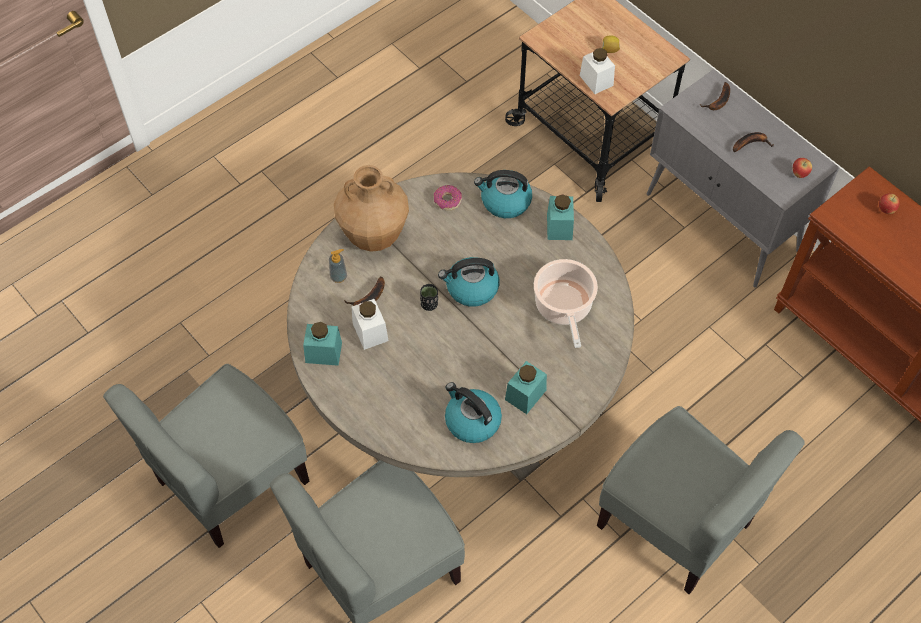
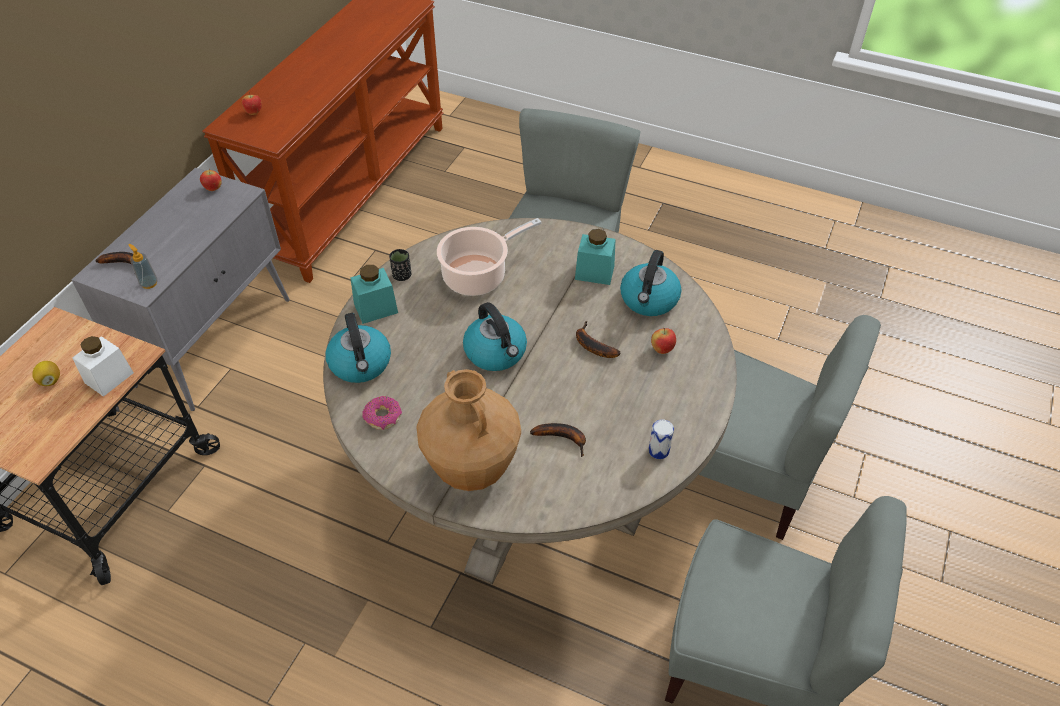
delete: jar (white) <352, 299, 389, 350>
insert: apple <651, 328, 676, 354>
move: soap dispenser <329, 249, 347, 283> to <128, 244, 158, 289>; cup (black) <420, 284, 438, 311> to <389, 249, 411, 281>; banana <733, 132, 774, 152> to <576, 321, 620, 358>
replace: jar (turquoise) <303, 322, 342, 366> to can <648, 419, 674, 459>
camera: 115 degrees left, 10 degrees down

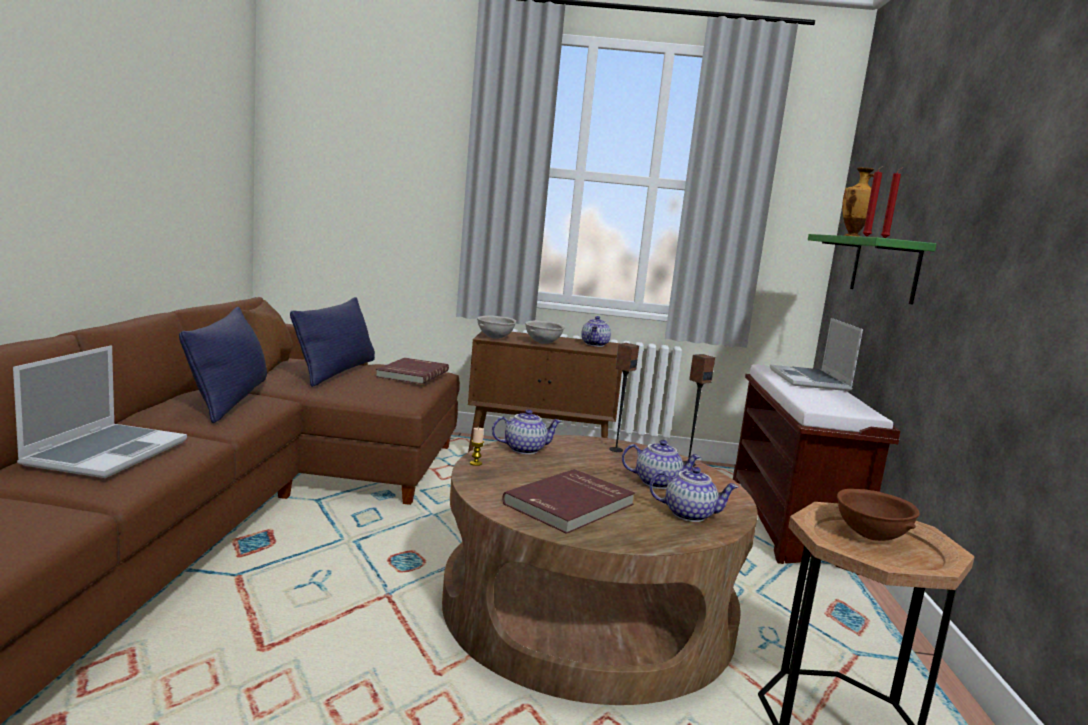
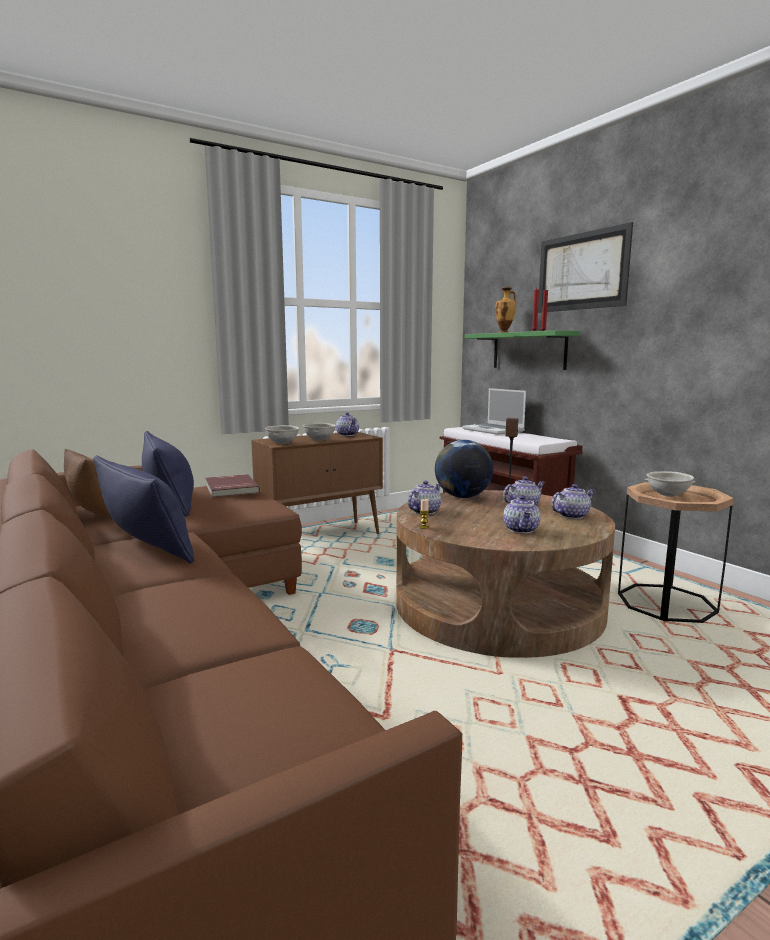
delete: laptop <13, 345, 187, 478>
insert: picture <538, 222, 633, 313>
replace: speaker <609, 343, 639, 452> to globe <435, 440, 493, 498>; book (red) <503, 469, 635, 534> to teapot <503, 495, 541, 534>
recolor: bowl (brown) <837, 489, 920, 541> to bowl (grey) <645, 471, 696, 497>
camera: 35 degrees left, 0 degrees up

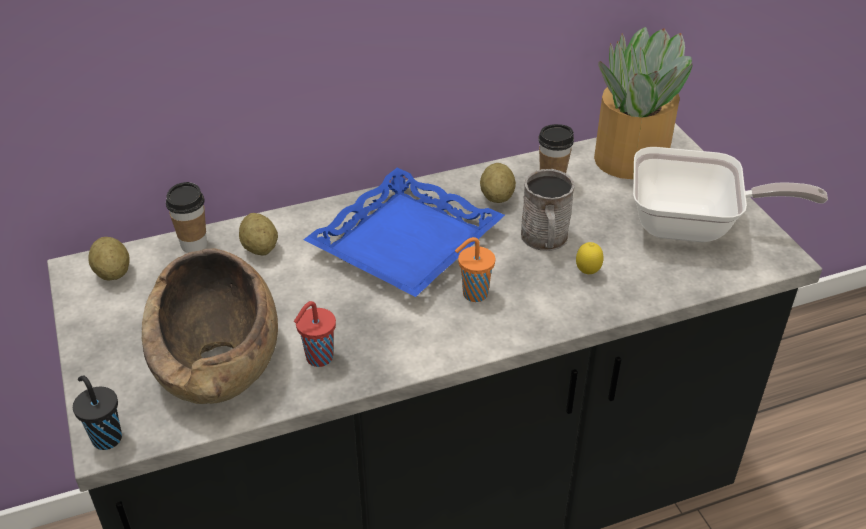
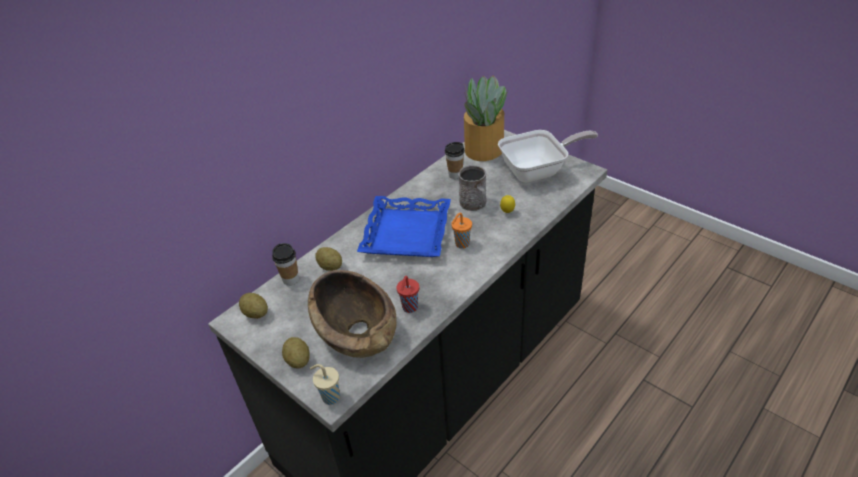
move: potato <480, 163, 516, 203> to <282, 337, 310, 368>
recolor: cup (black) <73, 375, 122, 450> to cup (beige) <310, 364, 340, 405>
camera: 25 degrees left, 0 degrees up

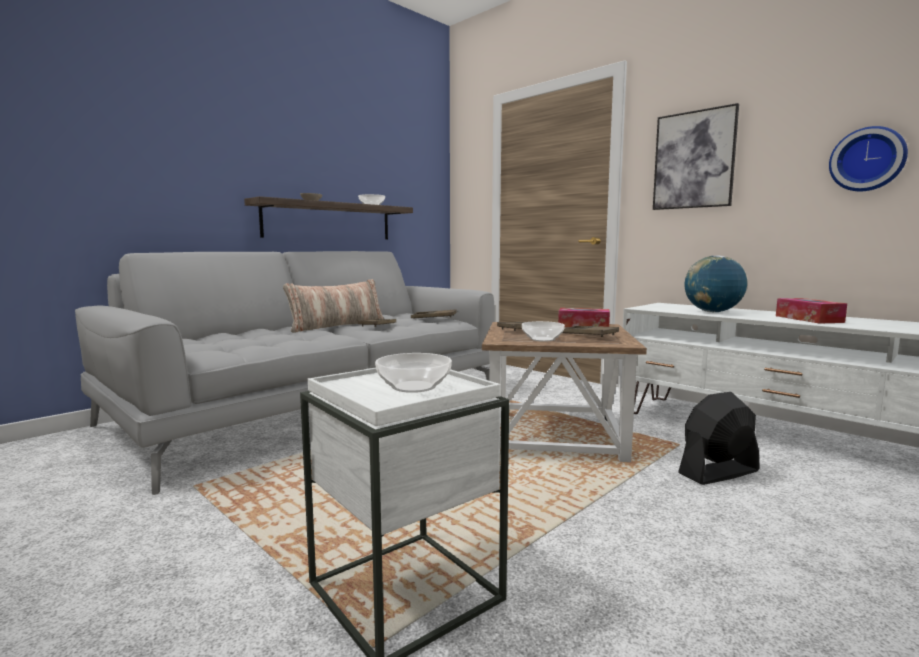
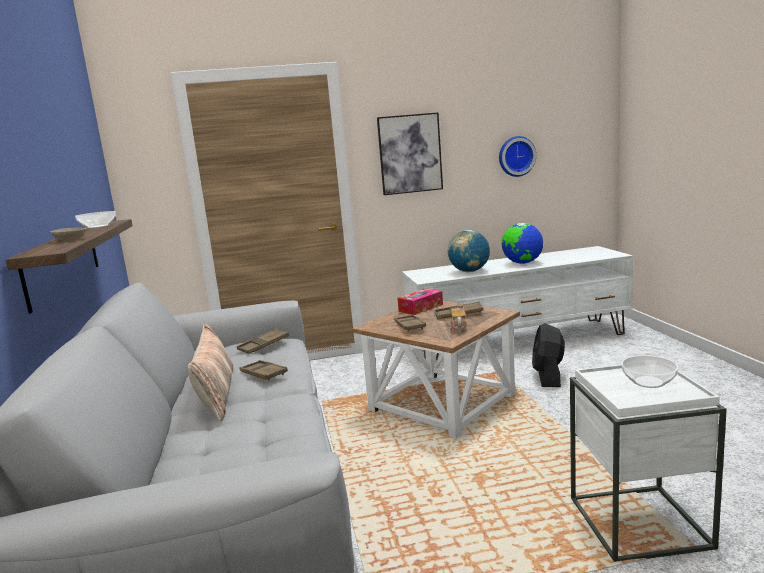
replace: bowl <522, 321, 565, 342> to teapot <450, 303, 467, 332>; tissue box <776, 298, 847, 324> to globe <501, 223, 543, 264>
camera: 55 degrees left, 5 degrees up

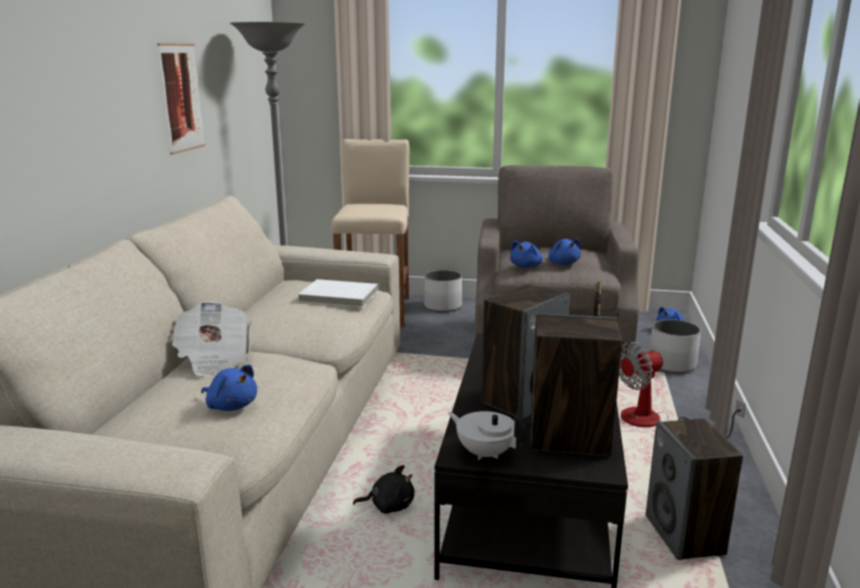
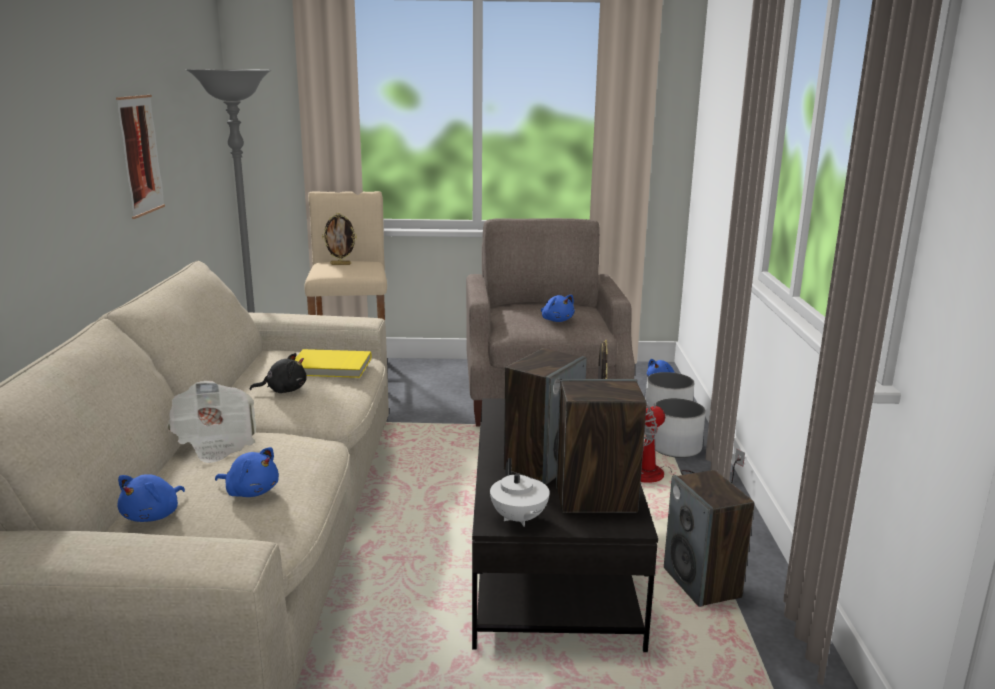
insert: picture frame <322, 213, 357, 265>
move: plush toy (blue) <510, 240, 543, 268> to <117, 474, 185, 522>; plush toy (black) <353, 465, 414, 514> to <250, 353, 307, 393>; planter (white) <424, 270, 462, 312> to <654, 398, 706, 458>
recolor: book (white) <298, 279, 378, 307> to book (yellow) <295, 349, 371, 378>
rotate: teapot (white) <448, 411, 525, 460> = <490, 458, 550, 527> 135 degrees counterclockwise
camera: 10 degrees left, 0 degrees up

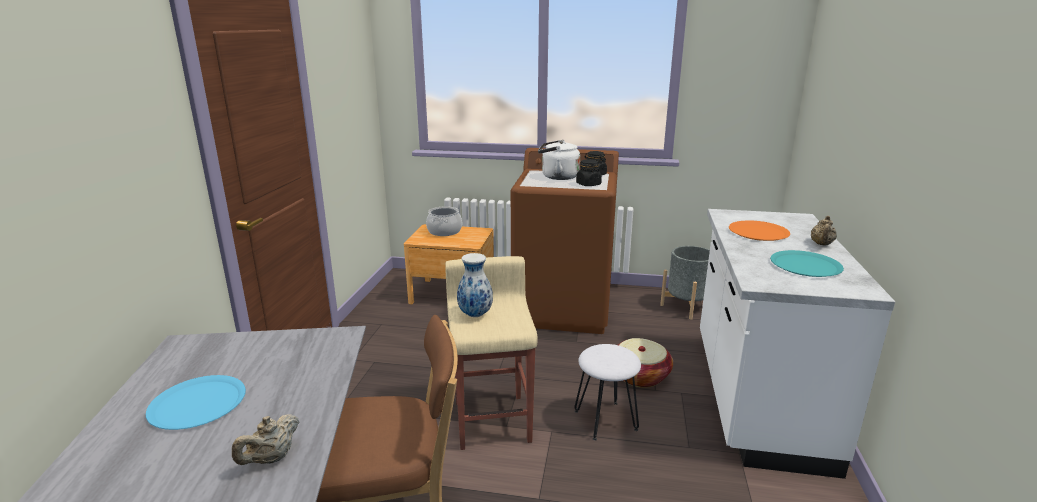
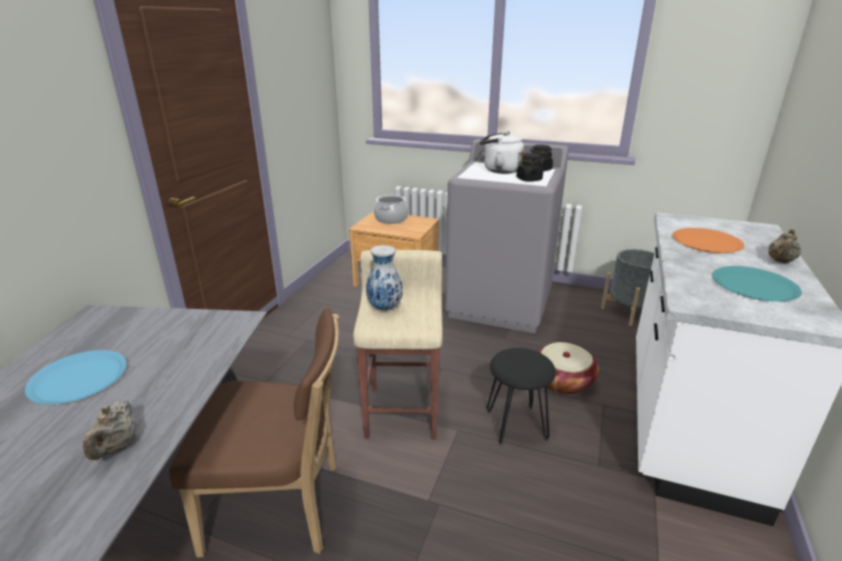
recolor: washing machine (brown) <511, 148, 619, 334> to washing machine (grey) <445, 139, 569, 333>; stool (white) <574, 344, 641, 441> to stool (black) <487, 348, 556, 445>
rotate: teapot (beige) <232, 414, 300, 465> = <83, 400, 136, 460> 45 degrees counterclockwise
camera: 10 degrees right, 5 degrees up

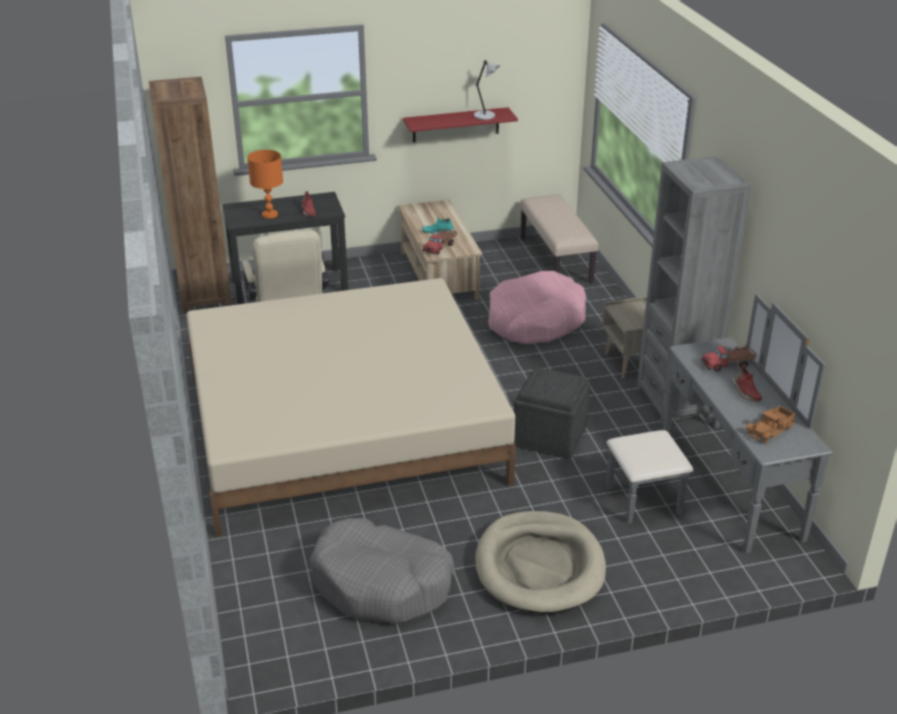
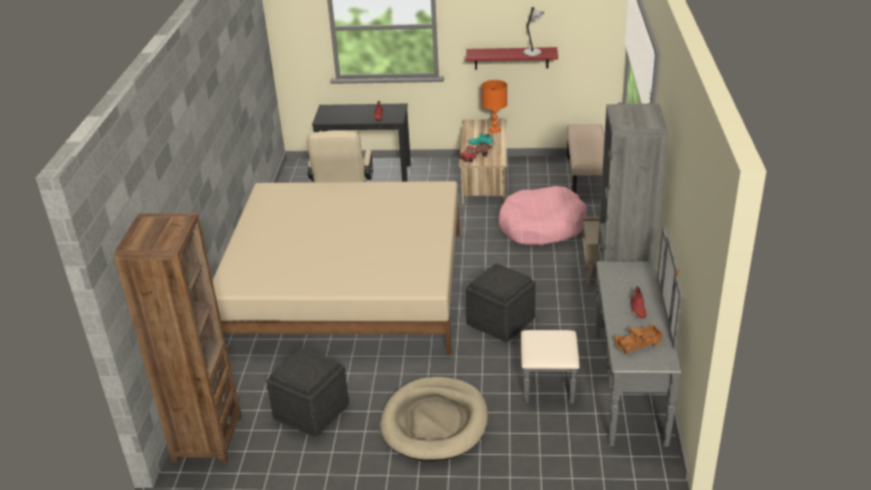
delete: toy truck <701, 345, 757, 372>
move: bookcase (brown) <149, 76, 232, 314> to <113, 213, 242, 463>; table lamp (orange) <247, 150, 283, 219> to <482, 80, 507, 133>
replace: dog bed (grey) <310, 518, 455, 624> to ottoman (grey) <266, 347, 349, 437>
camera: 20 degrees right, 0 degrees up

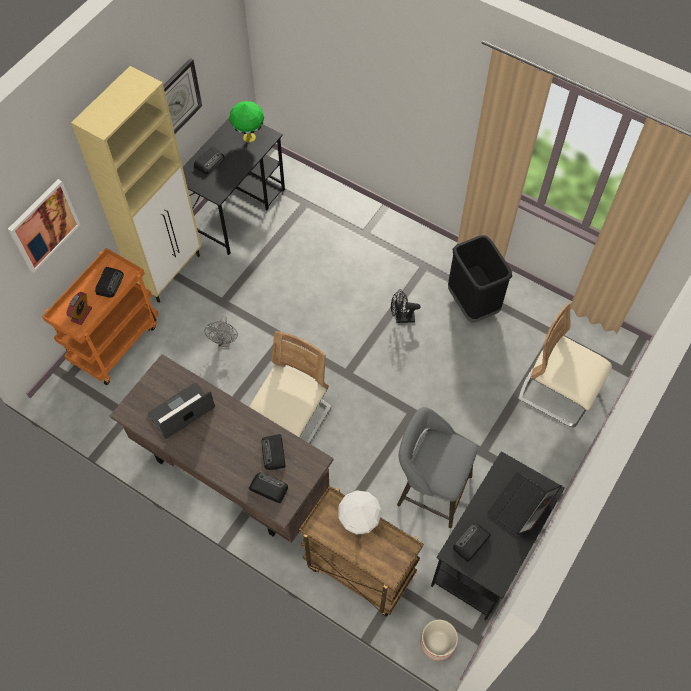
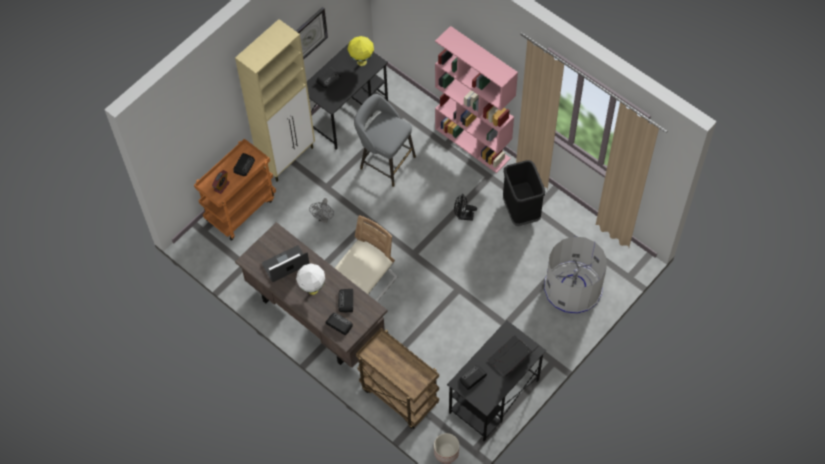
delete: picture <8, 179, 80, 273>
insert: bookcase (pink) <435, 26, 518, 173>
move: table lamp (white) <338, 490, 382, 535> to <296, 263, 325, 295>; stool (grey) <397, 407, 477, 528> to <354, 94, 416, 187>
replace: chair (beige) <518, 303, 612, 427> to trash can (grey) <544, 237, 607, 314>
recolor: table lamp (green) <230, 101, 264, 143> to table lamp (yellow) <347, 36, 374, 66>
camera: 10 degrees right, 0 degrees up

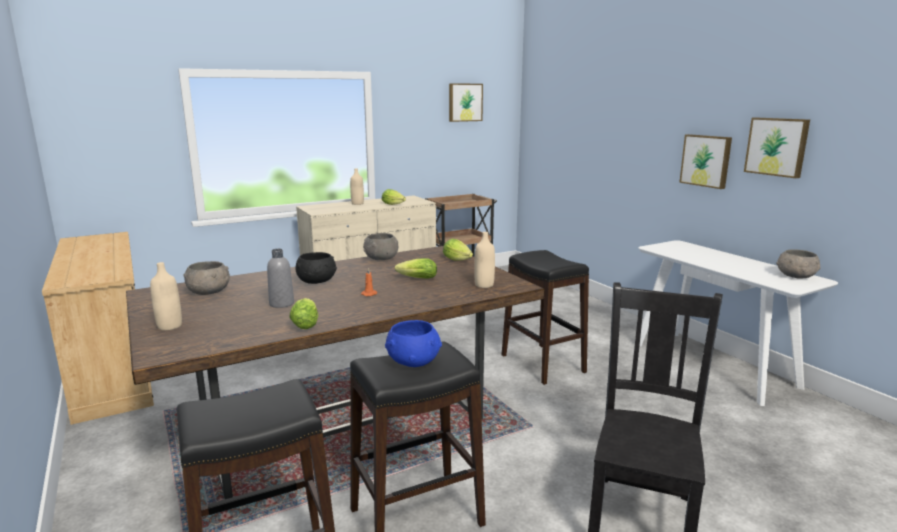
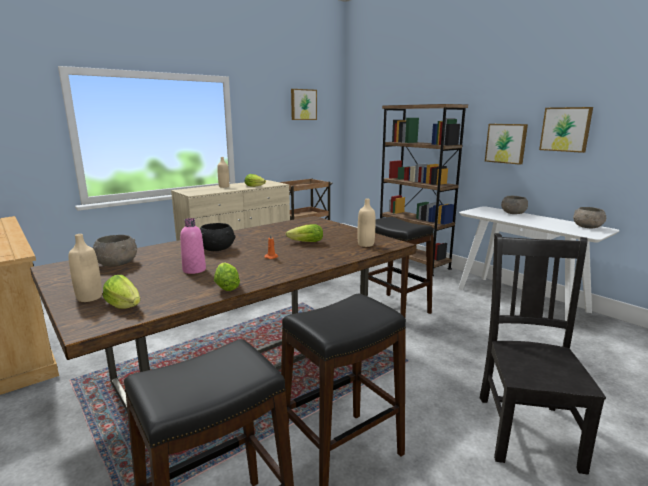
delete: bowl (blue) <385, 320, 442, 367>
insert: bookcase (brown) <380, 104, 468, 276>
move: lettuce <443, 239, 473, 261> to <103, 275, 140, 309>; bowl (grey) <363, 233, 398, 260> to <501, 196, 528, 214>
recolor: bottle (grey) <267, 249, 294, 308> to bottle (pink) <180, 218, 206, 274>
camera: 10 degrees left, 0 degrees up

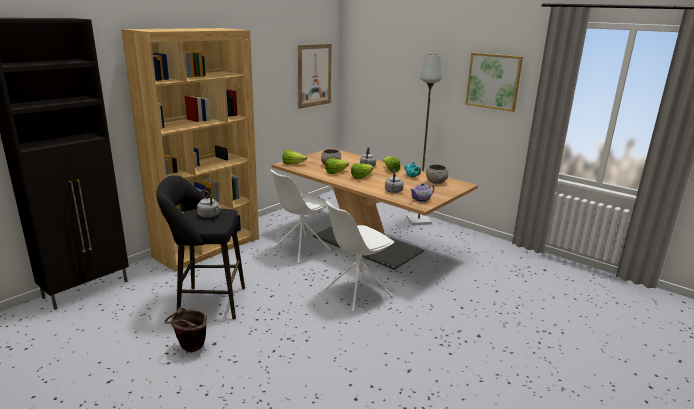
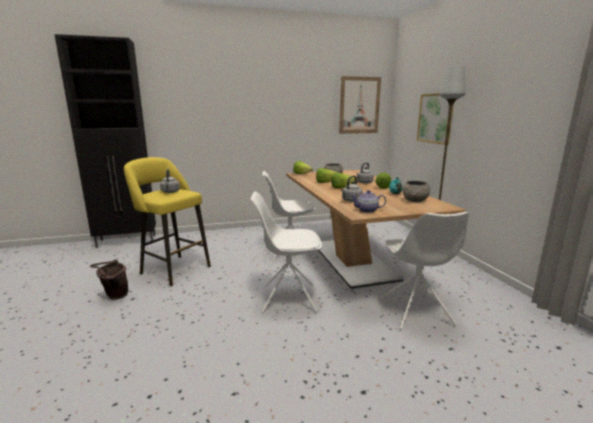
delete: bookcase (brown) <121, 28, 259, 272>
insert: chair (white) <380, 212, 469, 330>
move: picture <465, 53, 523, 112> to <417, 93, 454, 145>
recolor: stool (black) <156, 175, 245, 319> to stool (yellow) <124, 157, 211, 286>
camera: 35 degrees right, 5 degrees down

